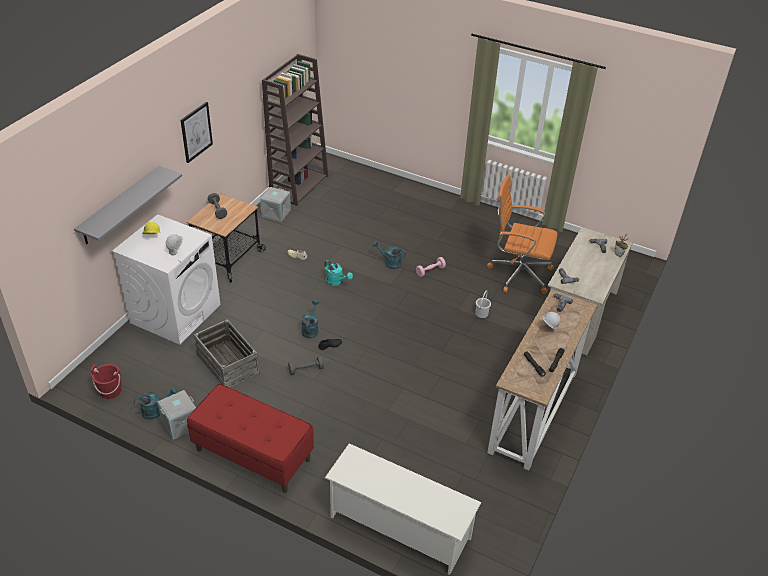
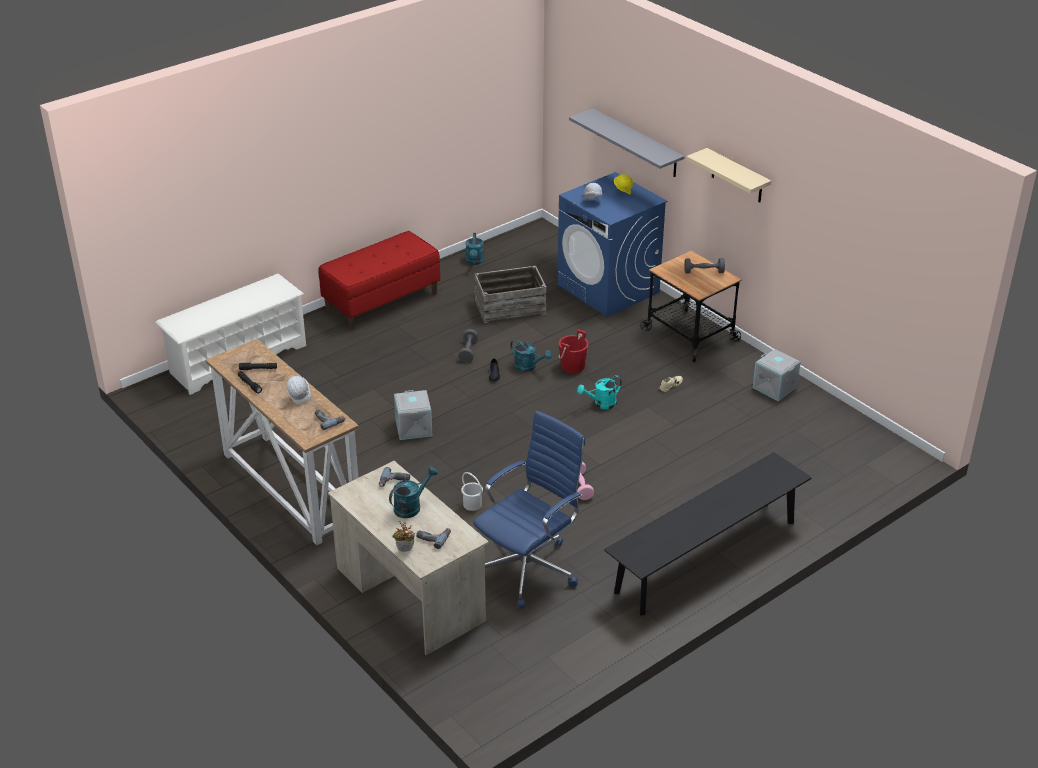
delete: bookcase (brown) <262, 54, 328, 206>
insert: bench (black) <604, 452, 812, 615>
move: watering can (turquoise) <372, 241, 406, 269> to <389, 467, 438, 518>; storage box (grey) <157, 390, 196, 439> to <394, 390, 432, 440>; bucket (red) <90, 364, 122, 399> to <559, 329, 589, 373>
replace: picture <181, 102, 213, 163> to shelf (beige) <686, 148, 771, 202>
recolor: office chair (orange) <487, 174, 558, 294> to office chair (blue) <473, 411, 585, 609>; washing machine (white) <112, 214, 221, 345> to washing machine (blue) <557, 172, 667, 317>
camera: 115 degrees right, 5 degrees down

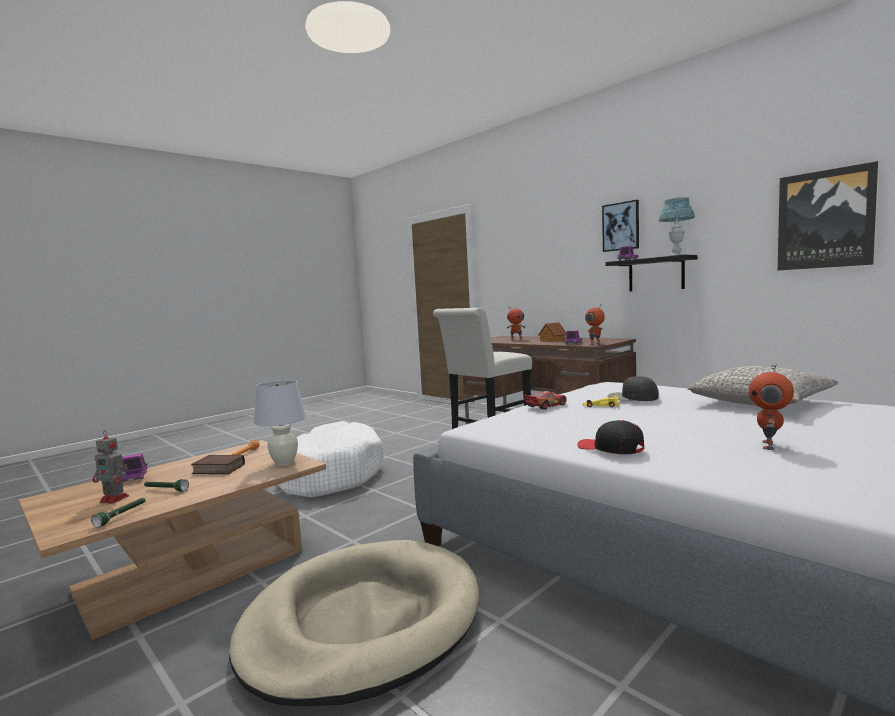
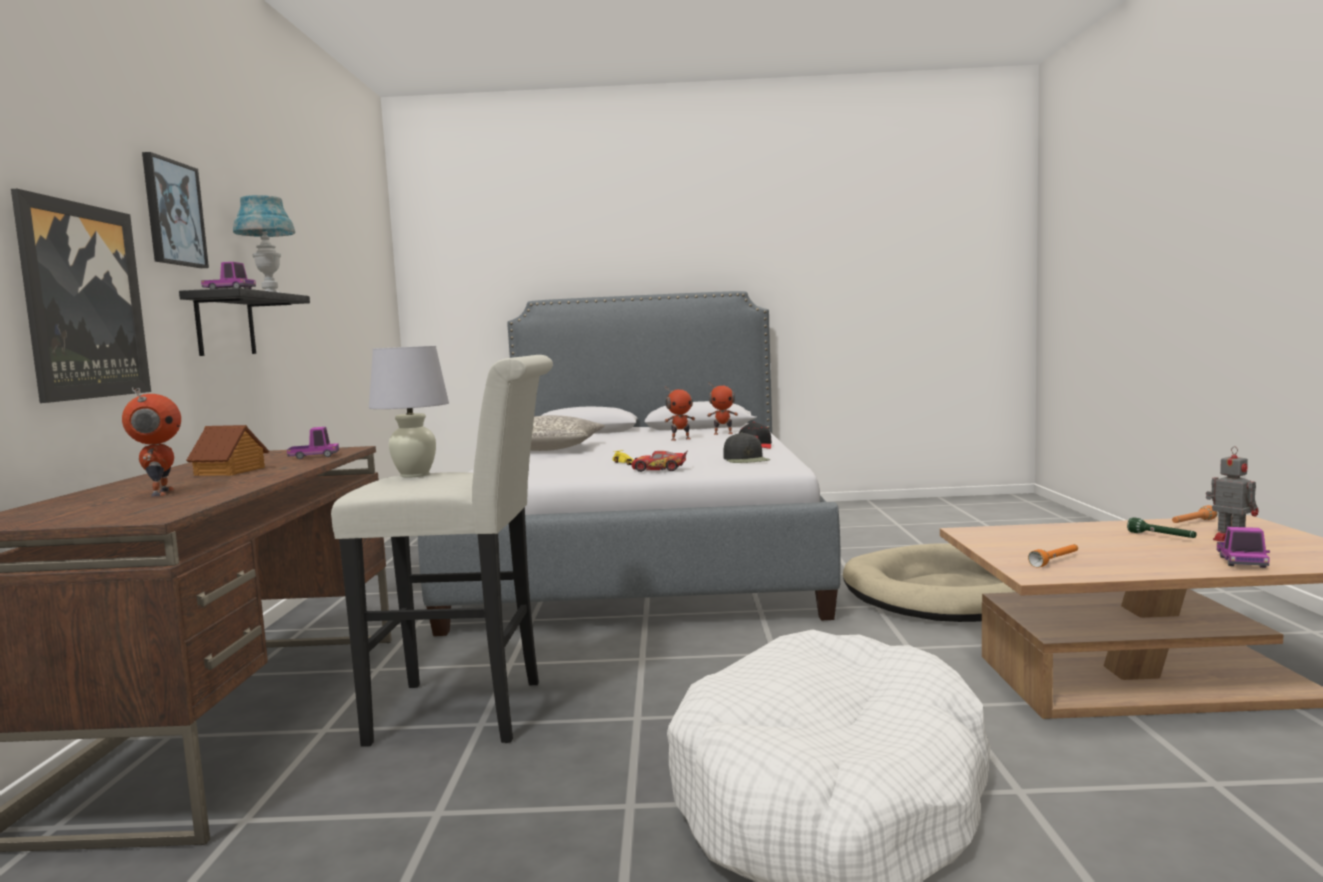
delete: book <191, 455, 245, 474>
move: picture <778, 161, 878, 270> to <11, 189, 151, 403>; table lamp (white) <254, 380, 306, 466> to <369, 346, 449, 477>; toy robot <585, 304, 605, 345> to <707, 383, 738, 435>; cap (black) <607, 376, 659, 401> to <723, 432, 770, 463>
recolor: flashlight (green) <91, 498, 146, 528> to flashlight (orange) <1172, 505, 1218, 523>
camera: 135 degrees left, 0 degrees up

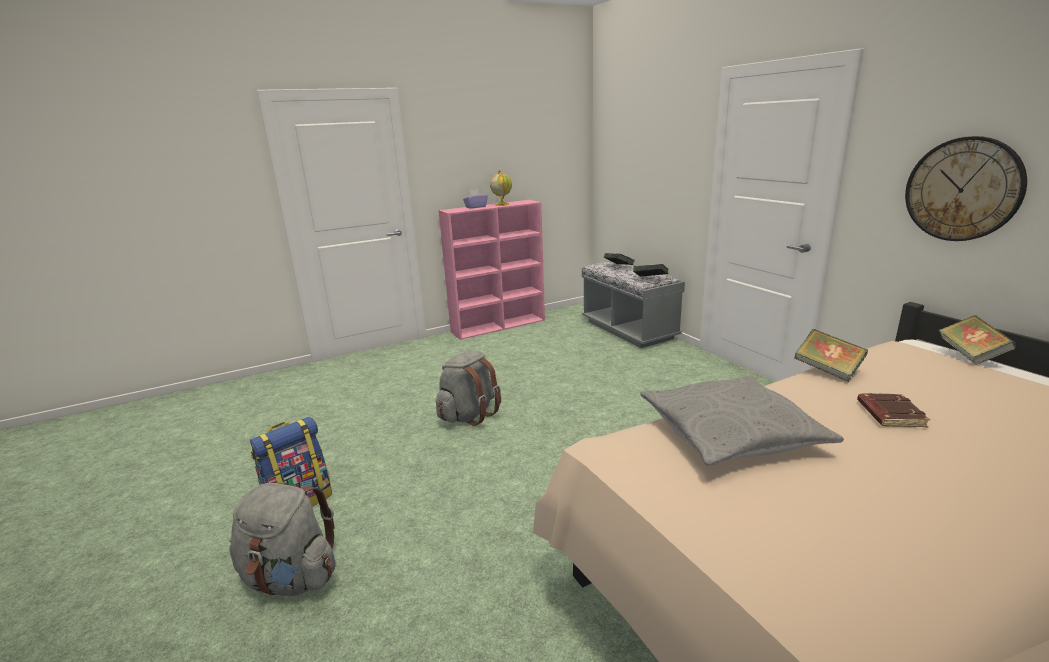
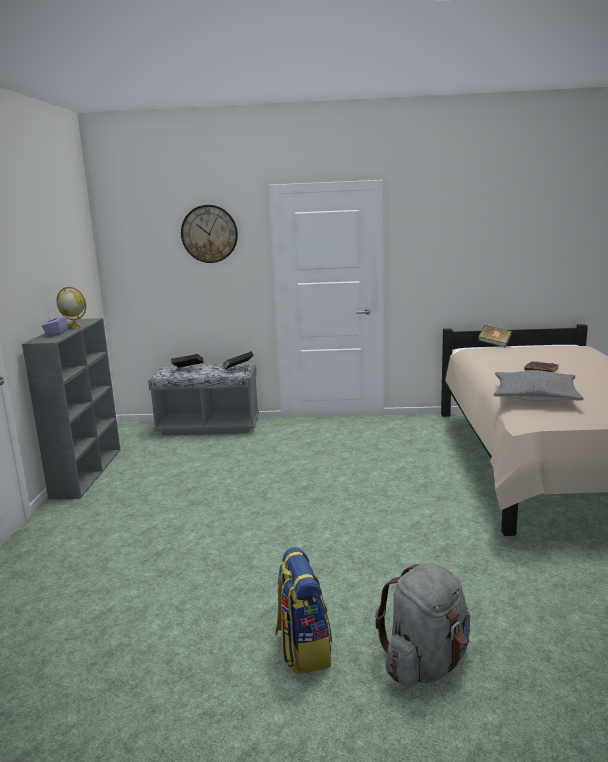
delete: backpack (grey) <436, 351, 501, 426>; book <795, 329, 868, 382>
move: wall clock <905, 136, 1027, 241> to <181, 205, 238, 263>
recolor: bookcase (pink) <439, 200, 545, 340> to bookcase (grey) <22, 318, 120, 499>
camera: 60 degrees left, 5 degrees down

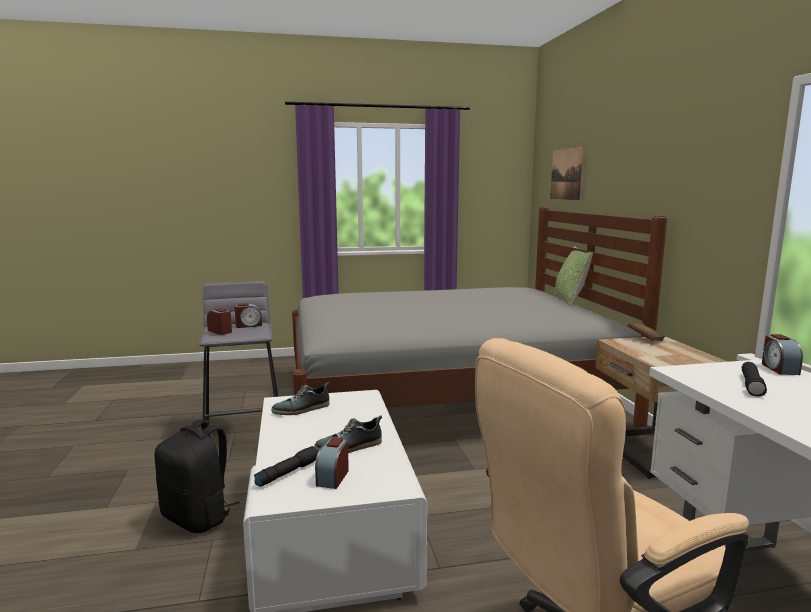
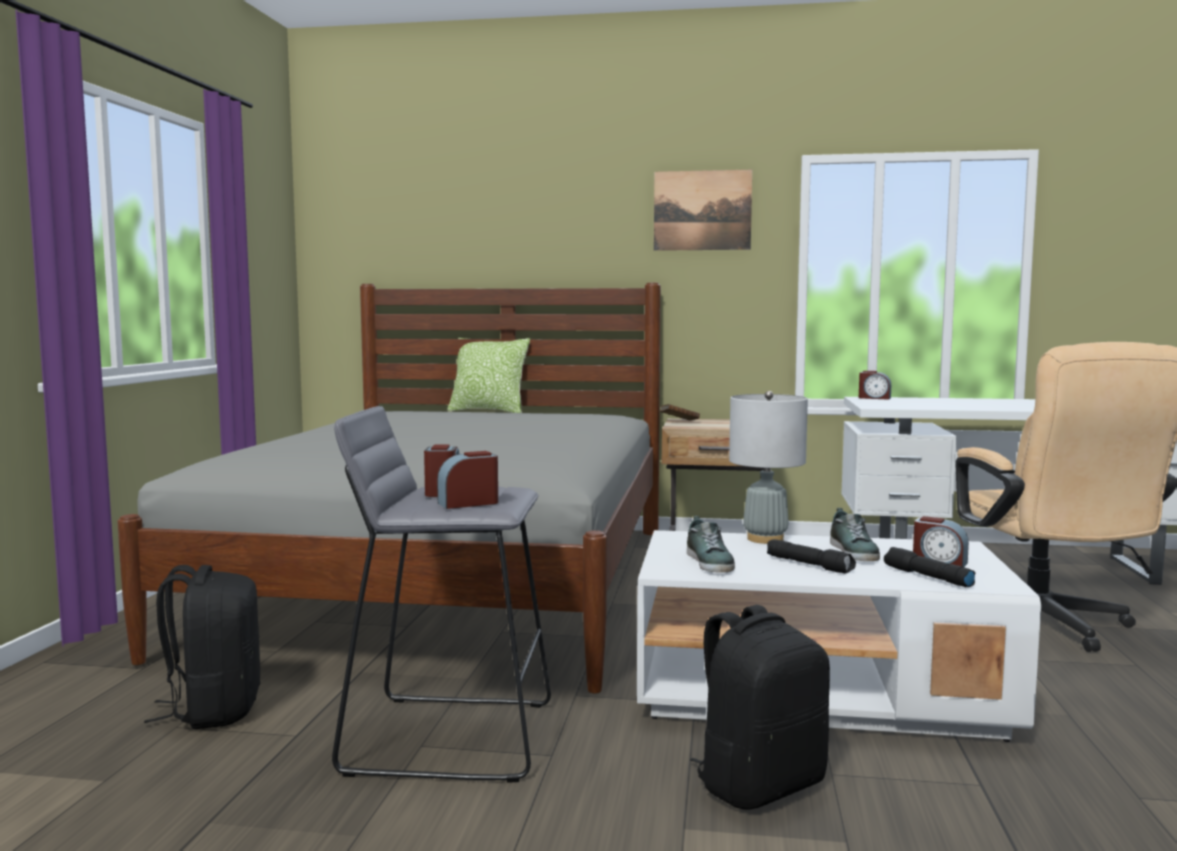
insert: backpack (black) <144, 565, 260, 729>; table lamp (grey) <729, 391, 808, 544>
move: picture <550, 146, 584, 200> to <654, 170, 752, 251>; flashlight (black) <742, 362, 767, 396> to <767, 539, 856, 574>
camera: 70 degrees left, 5 degrees down

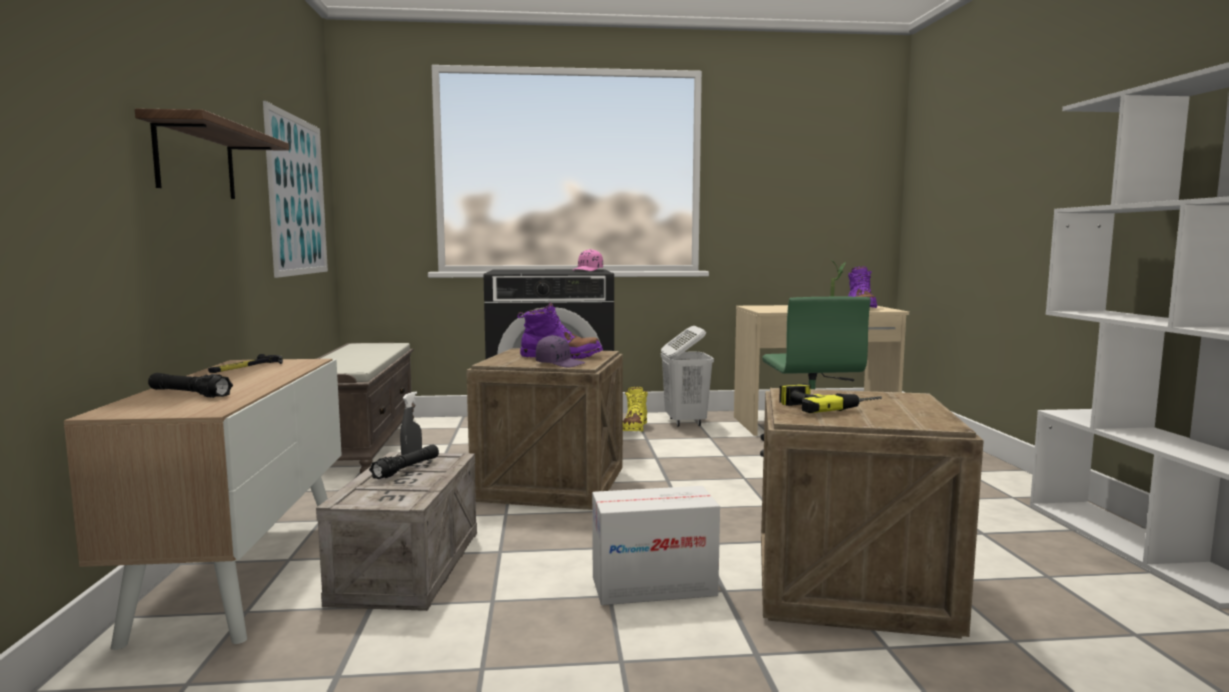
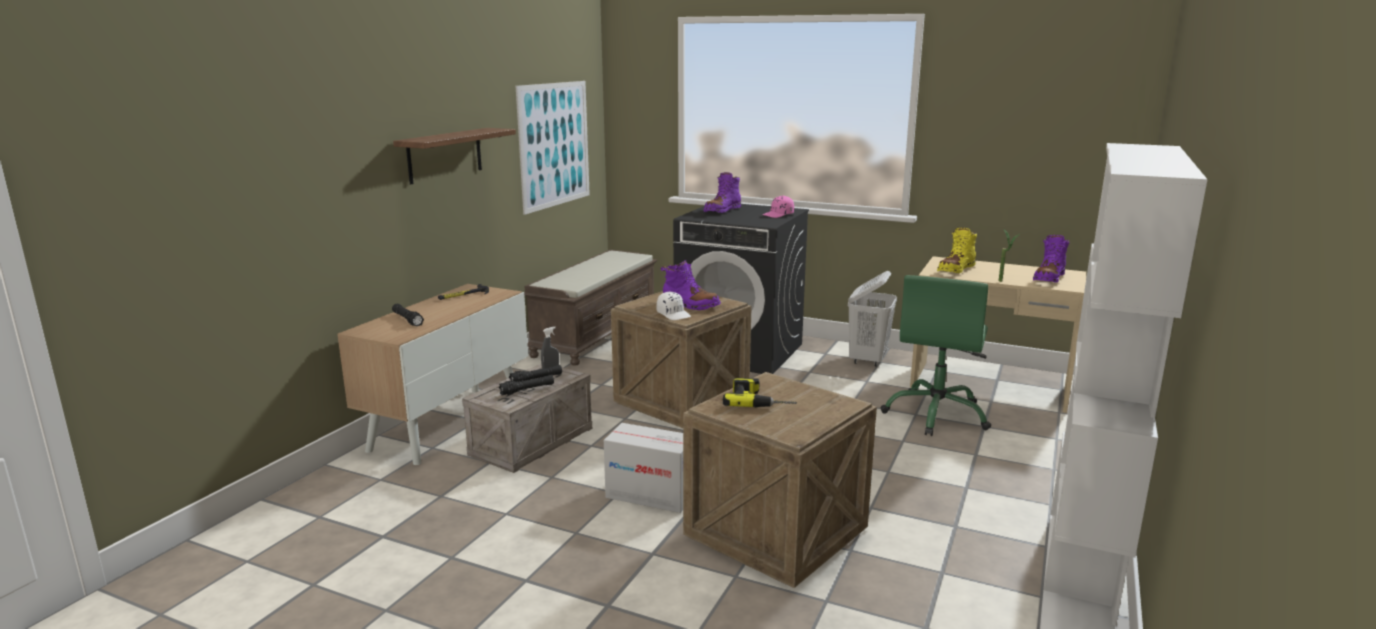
insert: flashlight (black) <499, 375, 554, 395>; boot (purple) <703, 172, 741, 213>
move: boot (yellow) <623, 387, 648, 432> to <937, 228, 977, 273>
recolor: cap (purple) <536, 335, 586, 367> to cap (white) <657, 292, 691, 320>
camera: 30 degrees right, 10 degrees up

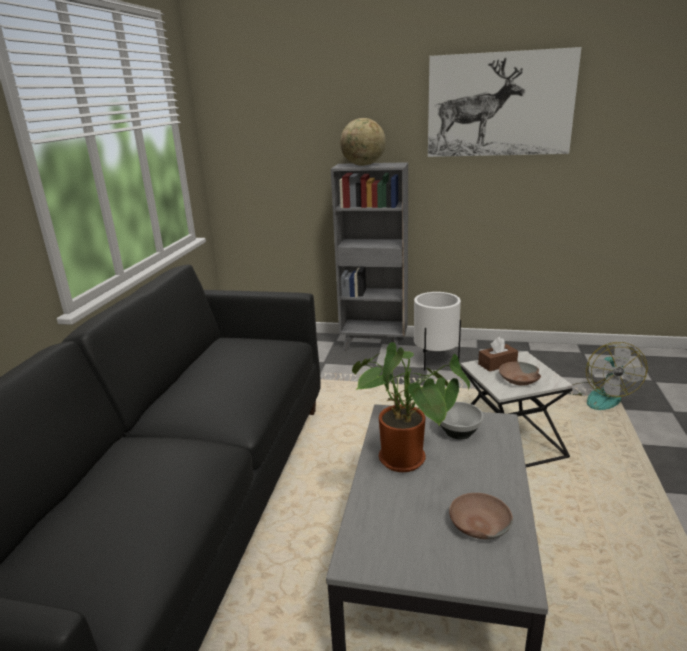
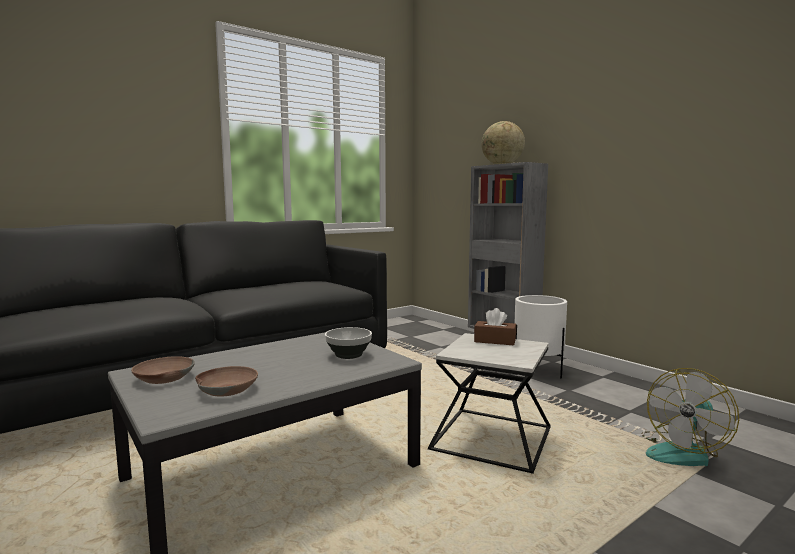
delete: potted plant <352, 342, 470, 472>; picture <428, 47, 582, 157>
move: bowl (brown) <499, 362, 541, 386> to <131, 356, 195, 384>
camera: 40 degrees right, 15 degrees down

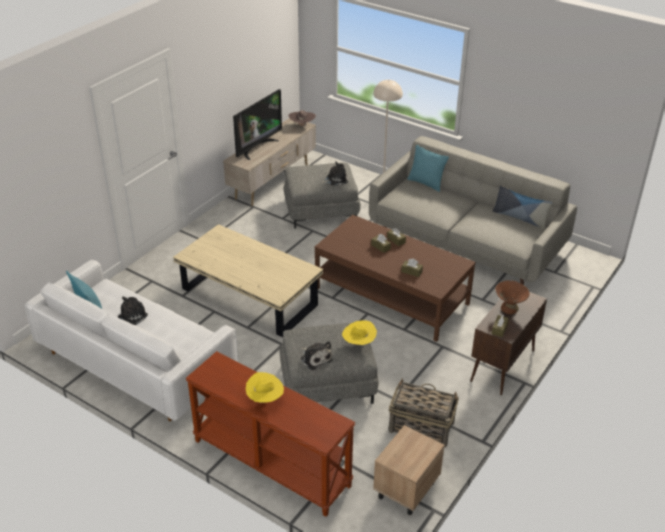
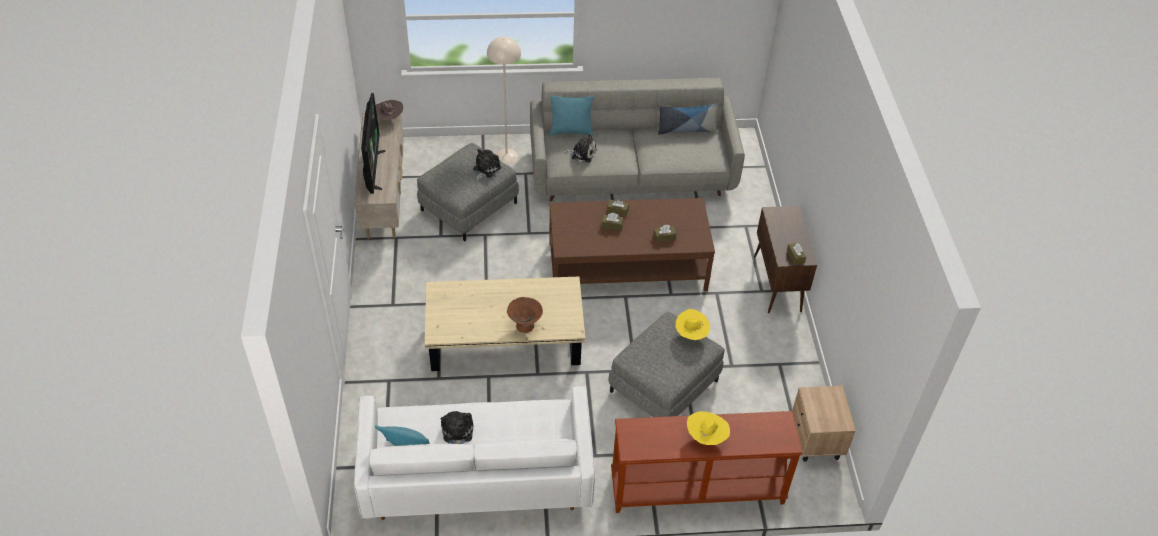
delete: basket <389, 378, 459, 447>
move: bowl (brown) <495, 280, 530, 314> to <507, 297, 543, 333>; plush toy <301, 341, 333, 370> to <564, 134, 597, 163>
camera: 40 degrees left, 10 degrees up

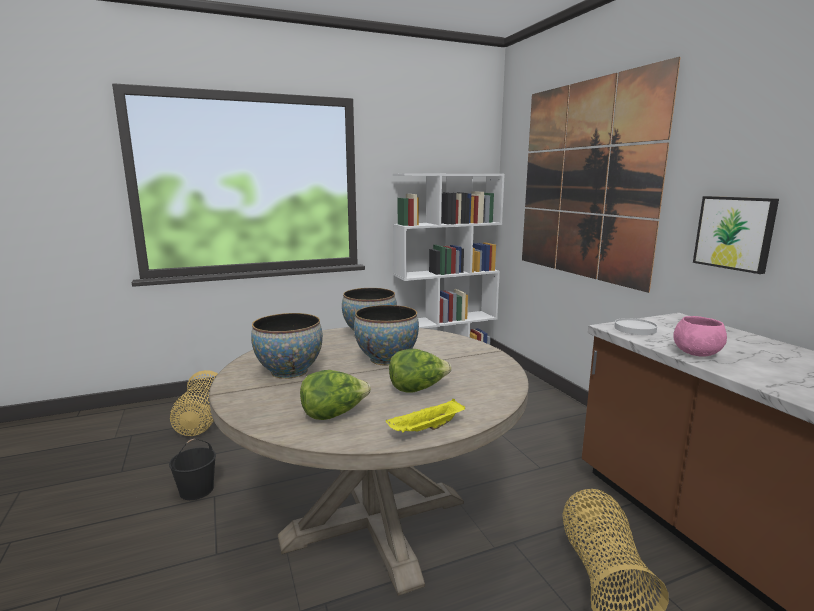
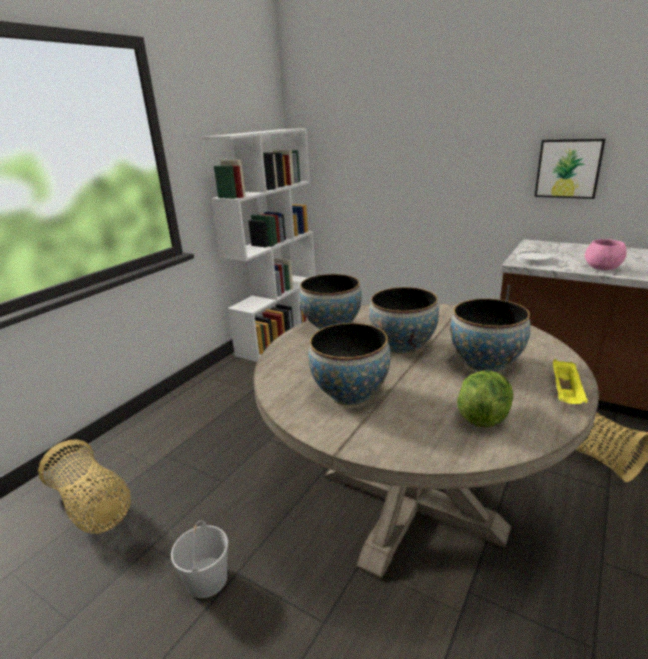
delete: picture <522, 57, 681, 293>
replace: lettuce <389, 349, 452, 393> to bowl <450, 298, 531, 372>
recolor: bucket (black) <169, 439, 216, 500> to bucket (white) <171, 520, 228, 598>
camera: 35 degrees left, 10 degrees up

